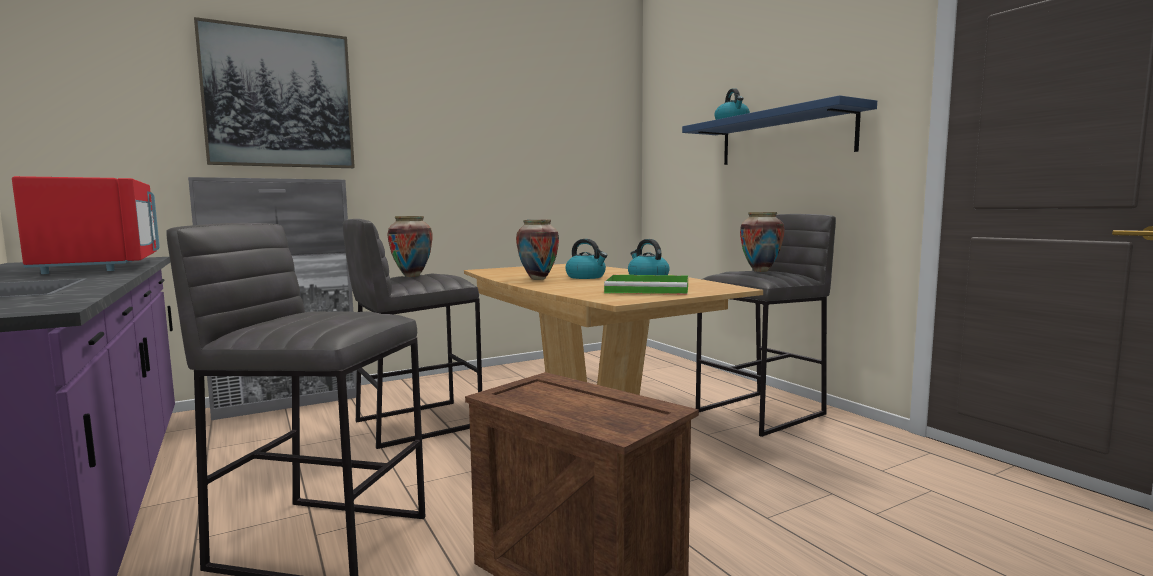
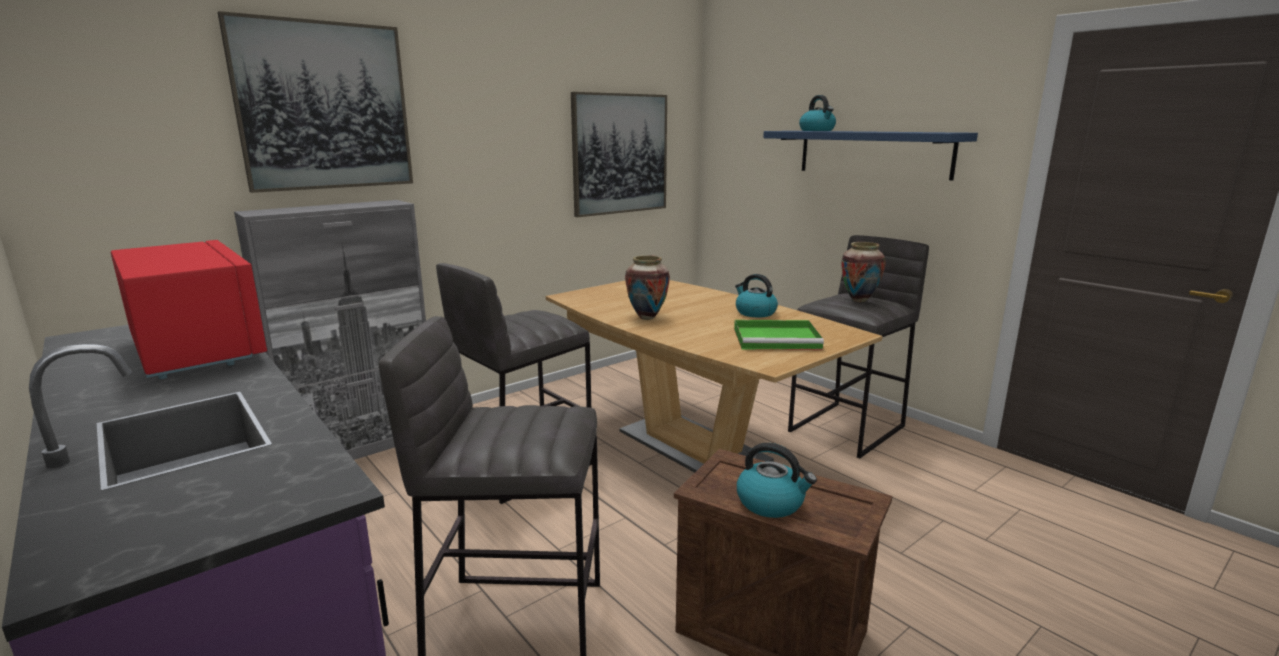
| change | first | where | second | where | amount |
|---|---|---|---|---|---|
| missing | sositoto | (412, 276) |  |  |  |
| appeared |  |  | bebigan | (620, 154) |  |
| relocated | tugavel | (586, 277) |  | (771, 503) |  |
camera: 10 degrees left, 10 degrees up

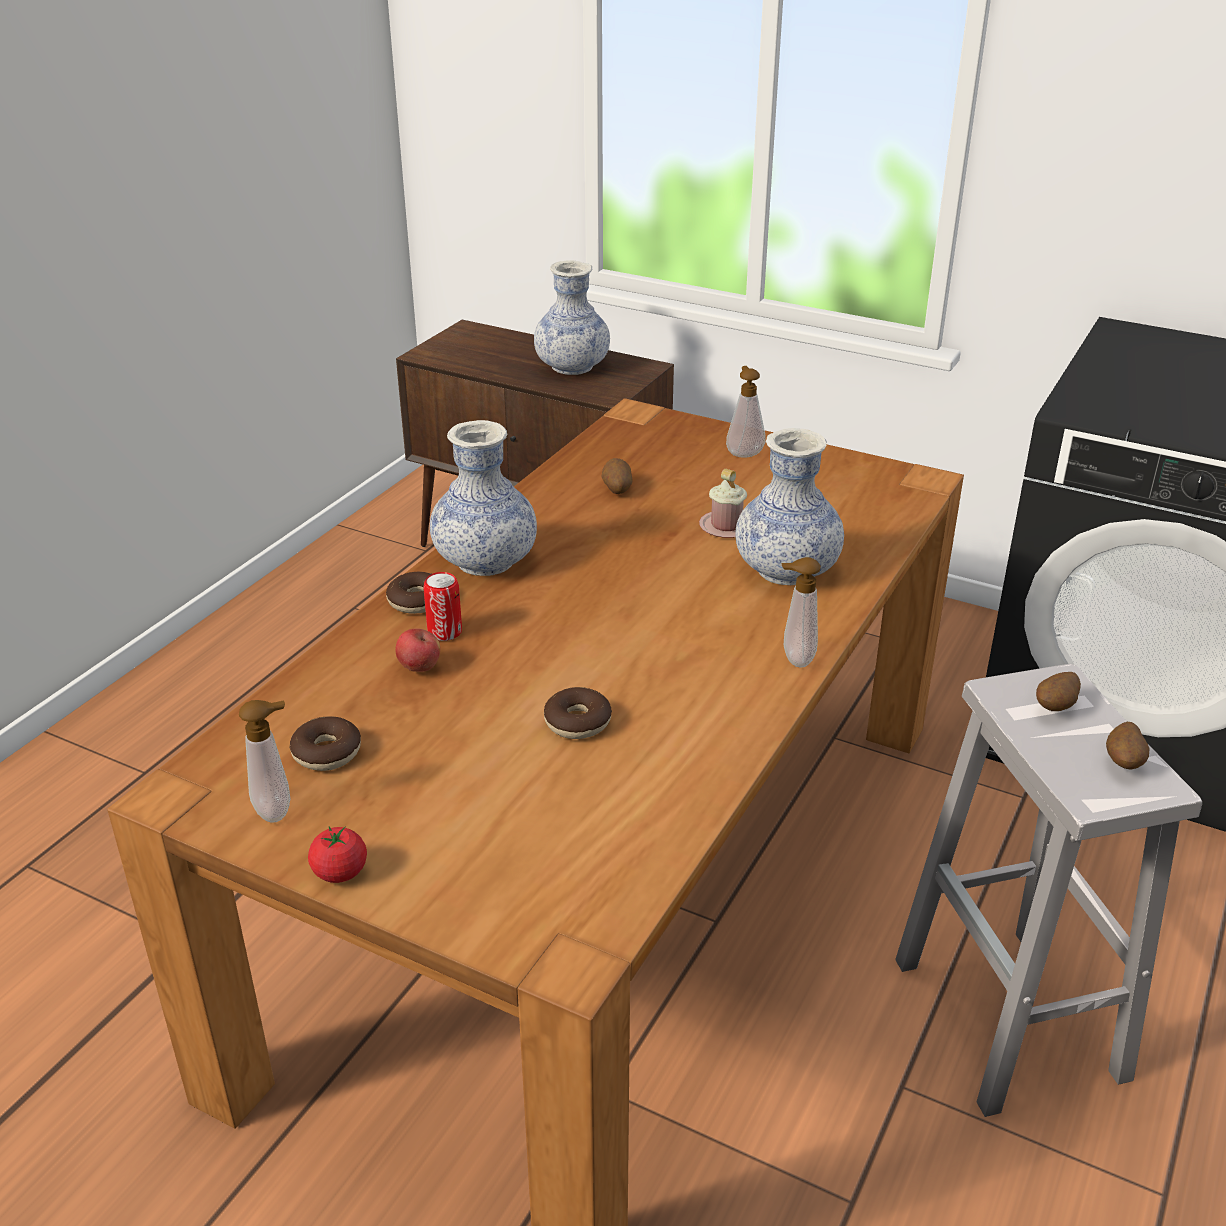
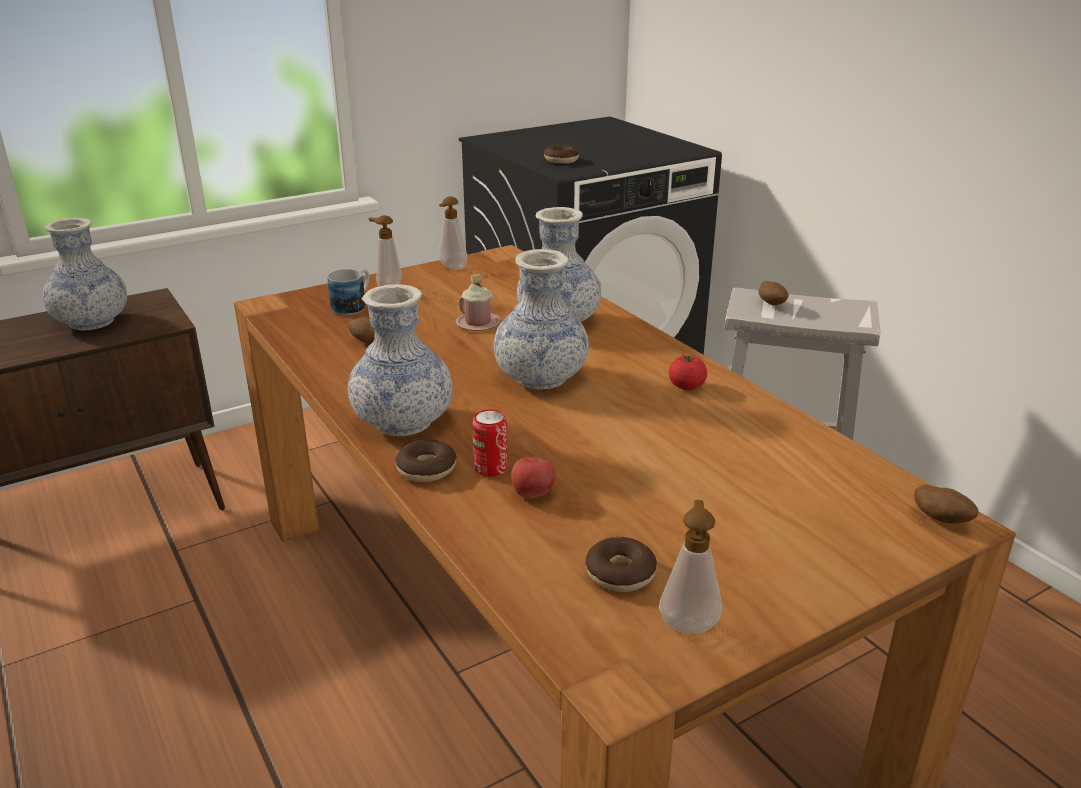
| change | first | where | second | where | amount |
|---|---|---|---|---|---|
| appeared |  |  | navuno | (353, 306) |  |
| appeared |  |  | sositoto | (541, 378) |  |
| relocated | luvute | (340, 872) |  | (686, 386) |  |
| relocated | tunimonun | (577, 722) |  | (561, 160) |  |
| relocated | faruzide | (794, 659) |  | (451, 268) |  |
| relocated | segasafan | (1123, 763) |  | (941, 520) |  |
camera: 60 degrees left, 5 degrees down

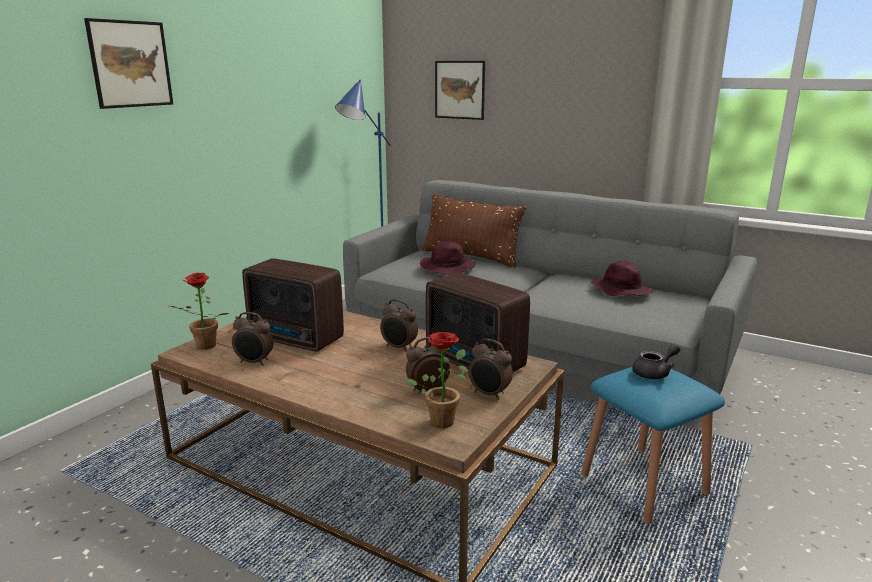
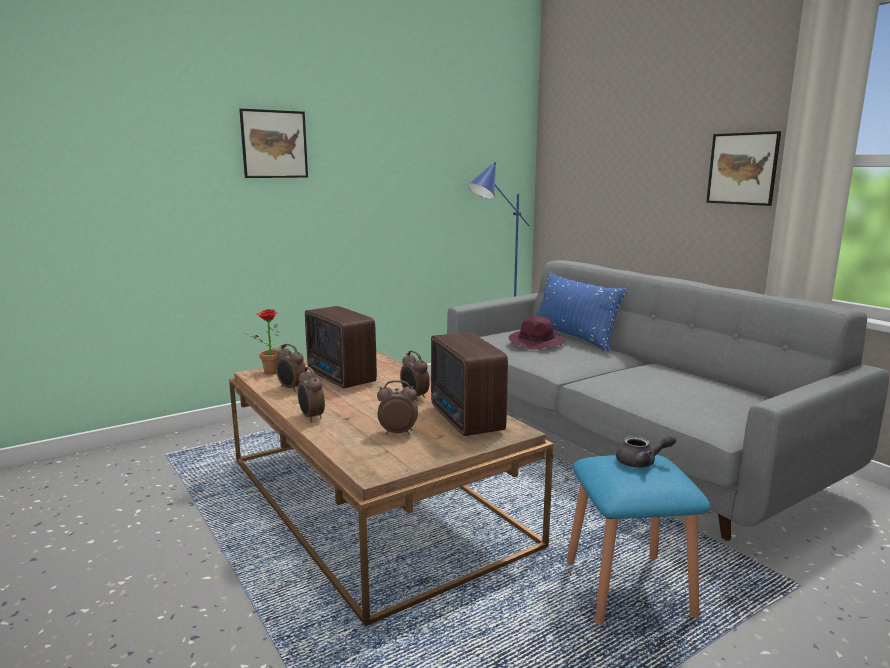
| change | first | where | second | where | amount |
|---|---|---|---|---|---|
| missing | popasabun | (443, 419) |  |  |  |
| missing | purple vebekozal | (620, 290) |  |  |  |
| relocated | bebigan | (460, 90) |  | (742, 168) |  |
| relocated | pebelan | (489, 394) |  | (311, 417) |  |
| colour | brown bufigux | (470, 257) | blue bufigux | (573, 337) |  |
camera: 25 degrees right, 5 degrees down

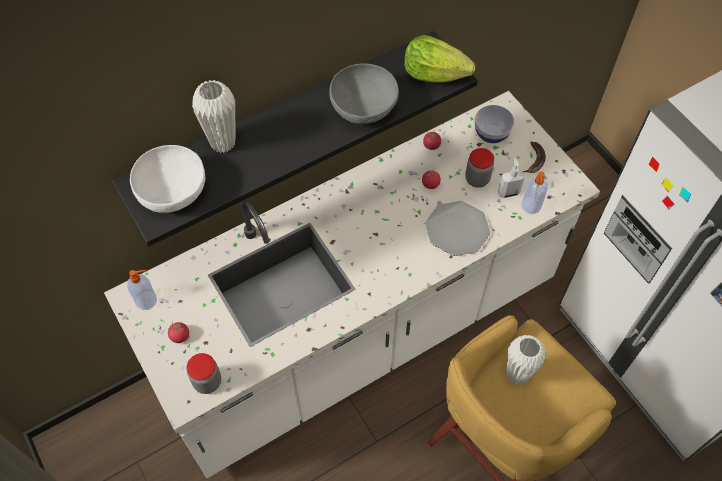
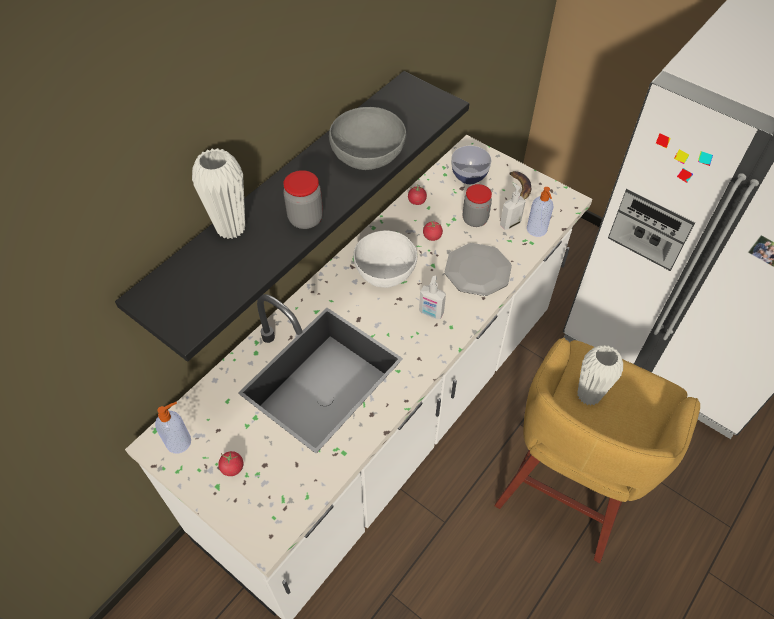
| change | first | where | second | where | amount |
|---|---|---|---|---|---|
| missing | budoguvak | (434, 74) |  |  |  |
| appeared |  |  | faruzide | (431, 313) |  |
| relocated | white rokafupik | (173, 191) |  | (385, 270) |  |
| relocated | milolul | (207, 382) |  | (305, 219) |  |
camera: 20 degrees left, 5 degrees down

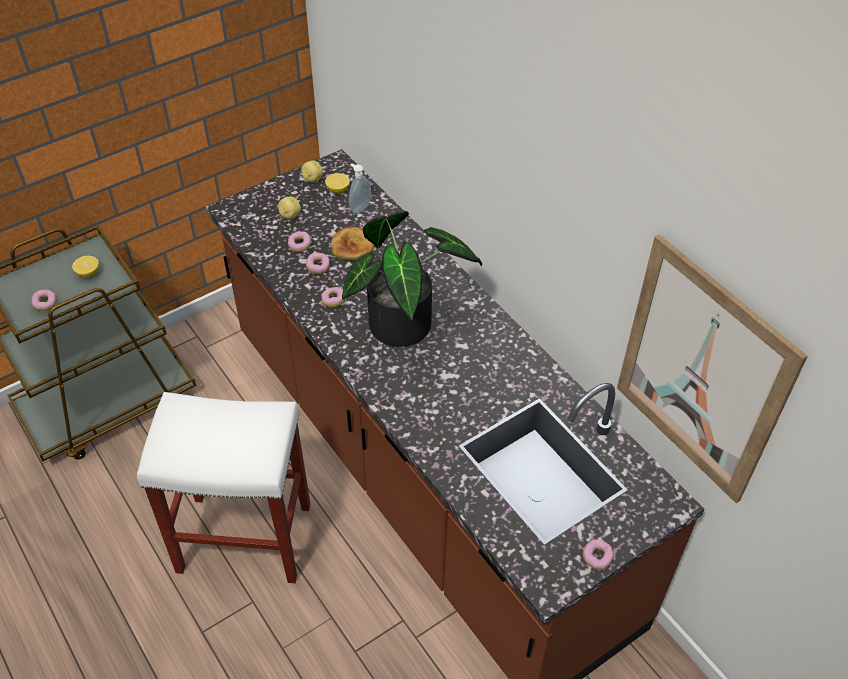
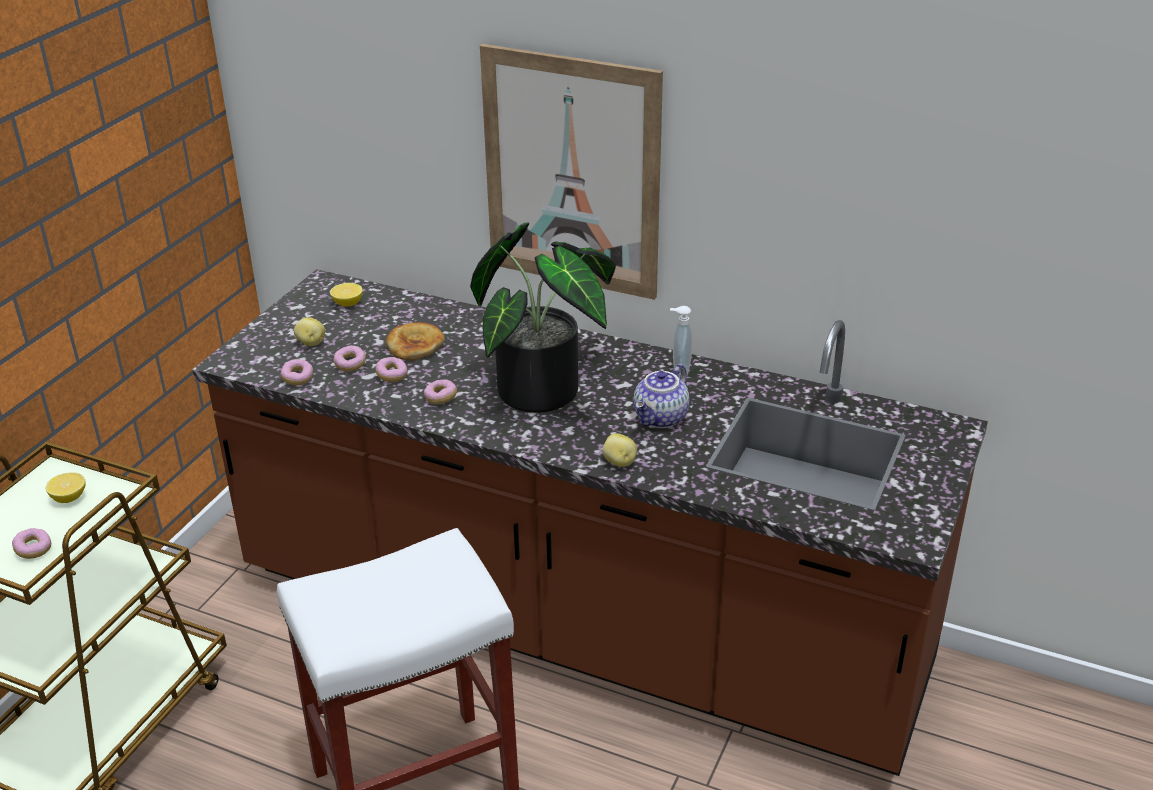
| change | first | where | second | where | amount |
|---|---|---|---|---|---|
| appeared |  |  | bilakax | (661, 418) |  |
| relocated | segasafan | (312, 179) |  | (619, 462) |  |
| relocated | faruzide | (359, 207) |  | (679, 372) |  |
| relocated | tunimonun | (597, 558) |  | (297, 378) |  |
| relocated | bebigan | (701, 372) |  | (572, 173) |  |
camera: 30 degrees left, 15 degrees down

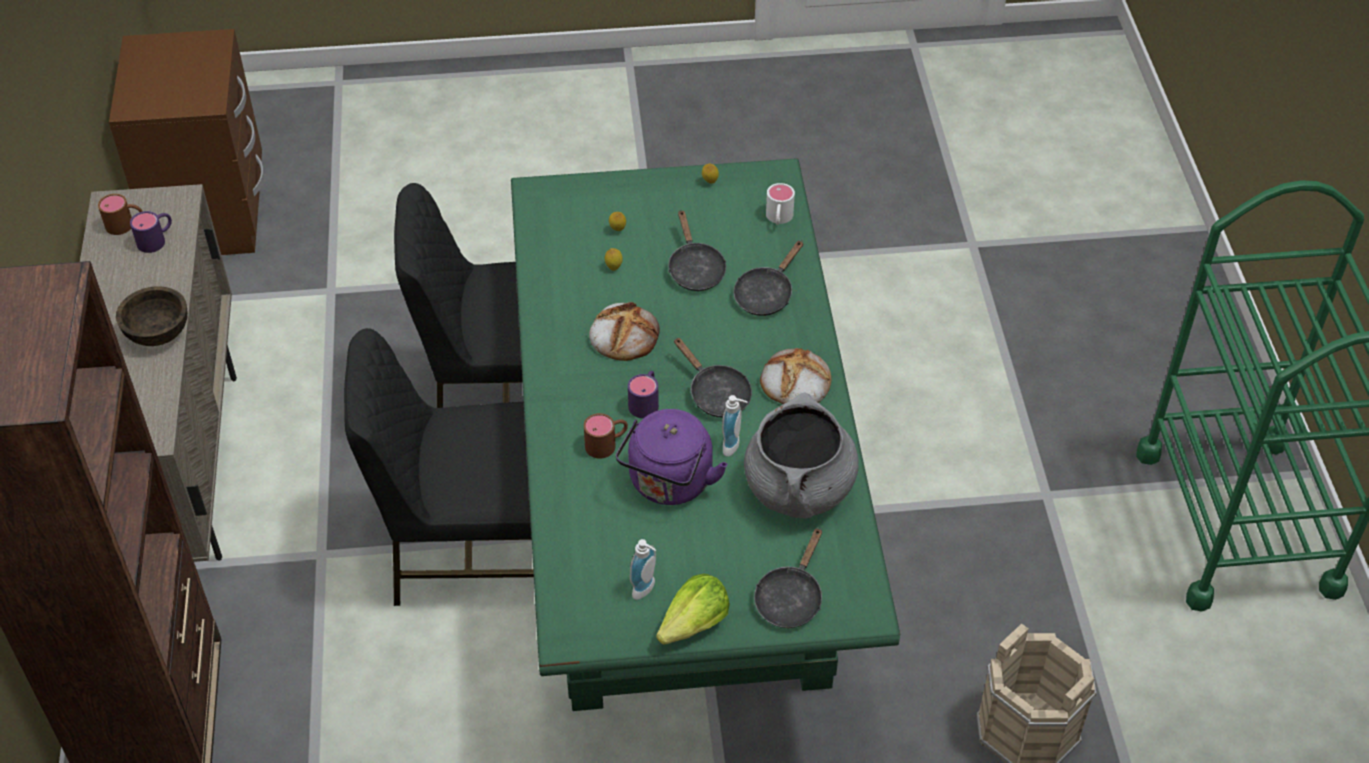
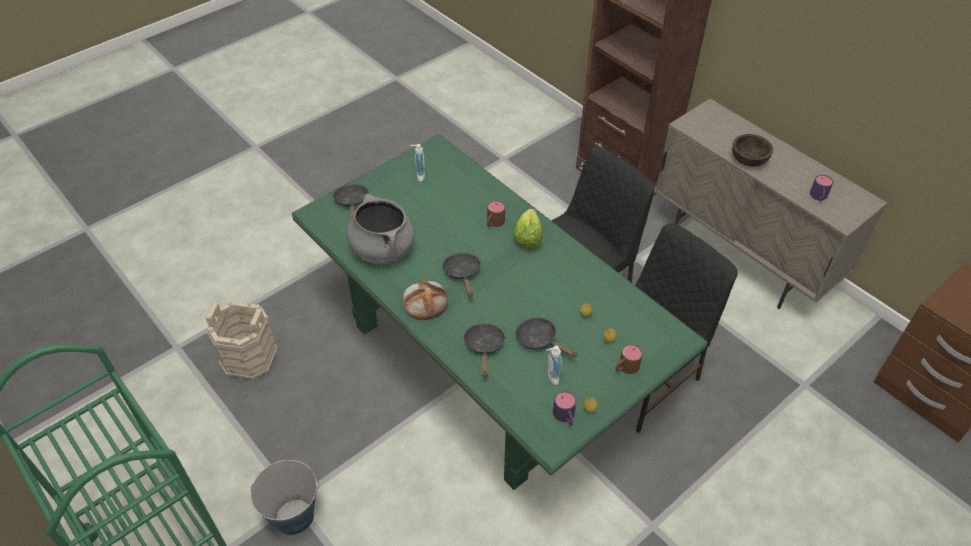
| change | first | where | second | where | amount |
|---|---|---|---|---|---|
| missing | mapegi | (624, 335) |  |  |  |
| missing | purple tugavel | (669, 484) |  |  |  |
| missing | white navuno | (778, 219) |  |  |  |
| appeared |  |  | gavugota | (294, 516) |  |
| relocated | brown navuno | (126, 225) |  | (625, 368) |  |
| relocated | purple navuno | (646, 401) |  | (565, 417) |  |
| relocated | budoguvak | (694, 624) |  | (527, 237) |  |
| relocated | faruzide | (734, 446) |  | (550, 377) |  |
| spun | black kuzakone | (715, 394) |  | (462, 274) | 60 degrees clockwise |
camera: 145 degrees right, 0 degrees up

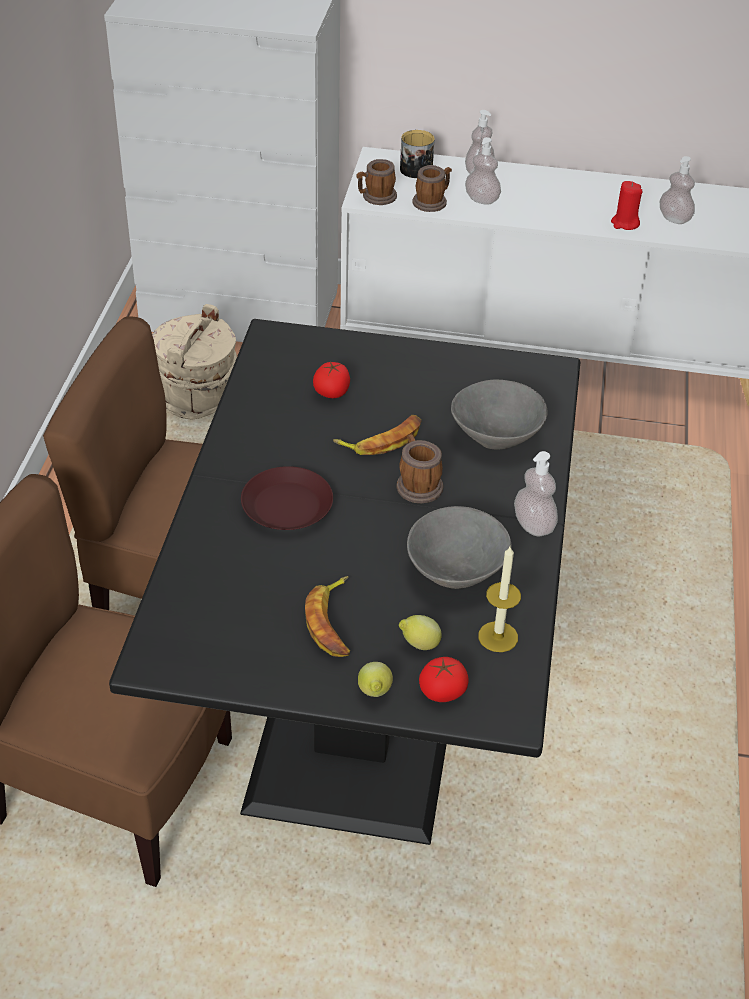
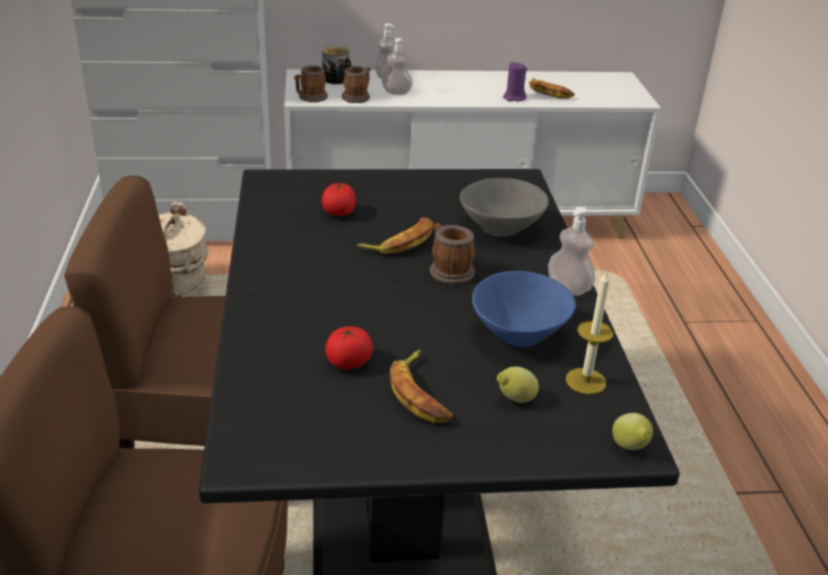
| change | first | where | second | where | amount |
|---|---|---|---|---|---|
| missing | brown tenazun | (286, 505) |  |  |  |
| relocated | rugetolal | (374, 693) |  | (630, 448) |  |
| relocated | luvute | (442, 692) |  | (349, 362) |  |
| exchanged | faruzide | (674, 218) | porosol | (549, 92) |  |
| colour | grey rokafupik | (454, 573) | blue rokafupik | (518, 335) |  |
| colour | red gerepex | (625, 223) | purple gerepex | (514, 98) |  |
camera: 15 degrees left, 10 degrees down

